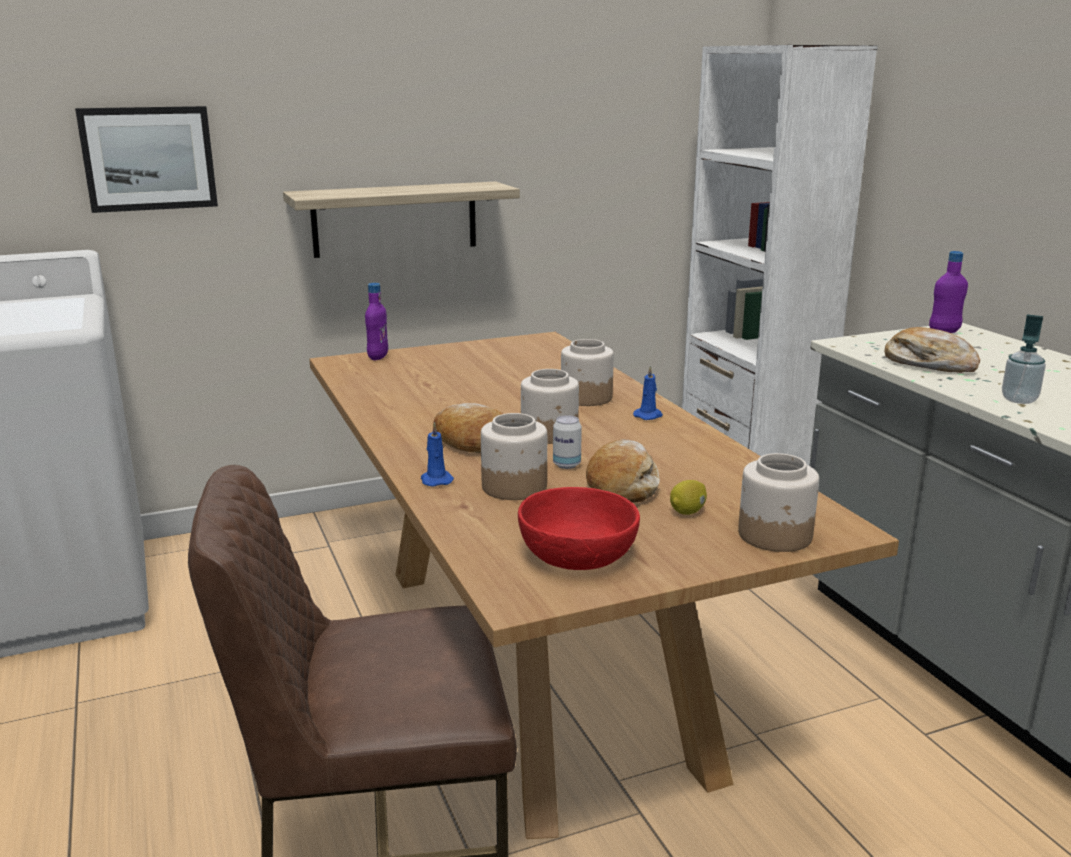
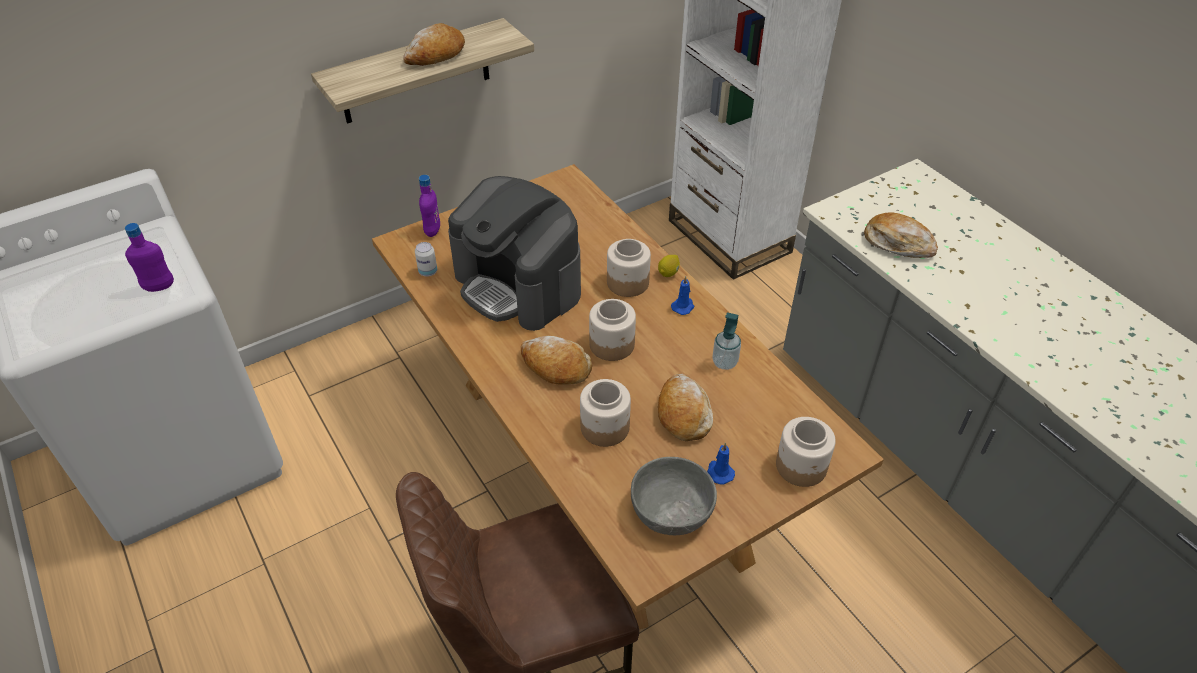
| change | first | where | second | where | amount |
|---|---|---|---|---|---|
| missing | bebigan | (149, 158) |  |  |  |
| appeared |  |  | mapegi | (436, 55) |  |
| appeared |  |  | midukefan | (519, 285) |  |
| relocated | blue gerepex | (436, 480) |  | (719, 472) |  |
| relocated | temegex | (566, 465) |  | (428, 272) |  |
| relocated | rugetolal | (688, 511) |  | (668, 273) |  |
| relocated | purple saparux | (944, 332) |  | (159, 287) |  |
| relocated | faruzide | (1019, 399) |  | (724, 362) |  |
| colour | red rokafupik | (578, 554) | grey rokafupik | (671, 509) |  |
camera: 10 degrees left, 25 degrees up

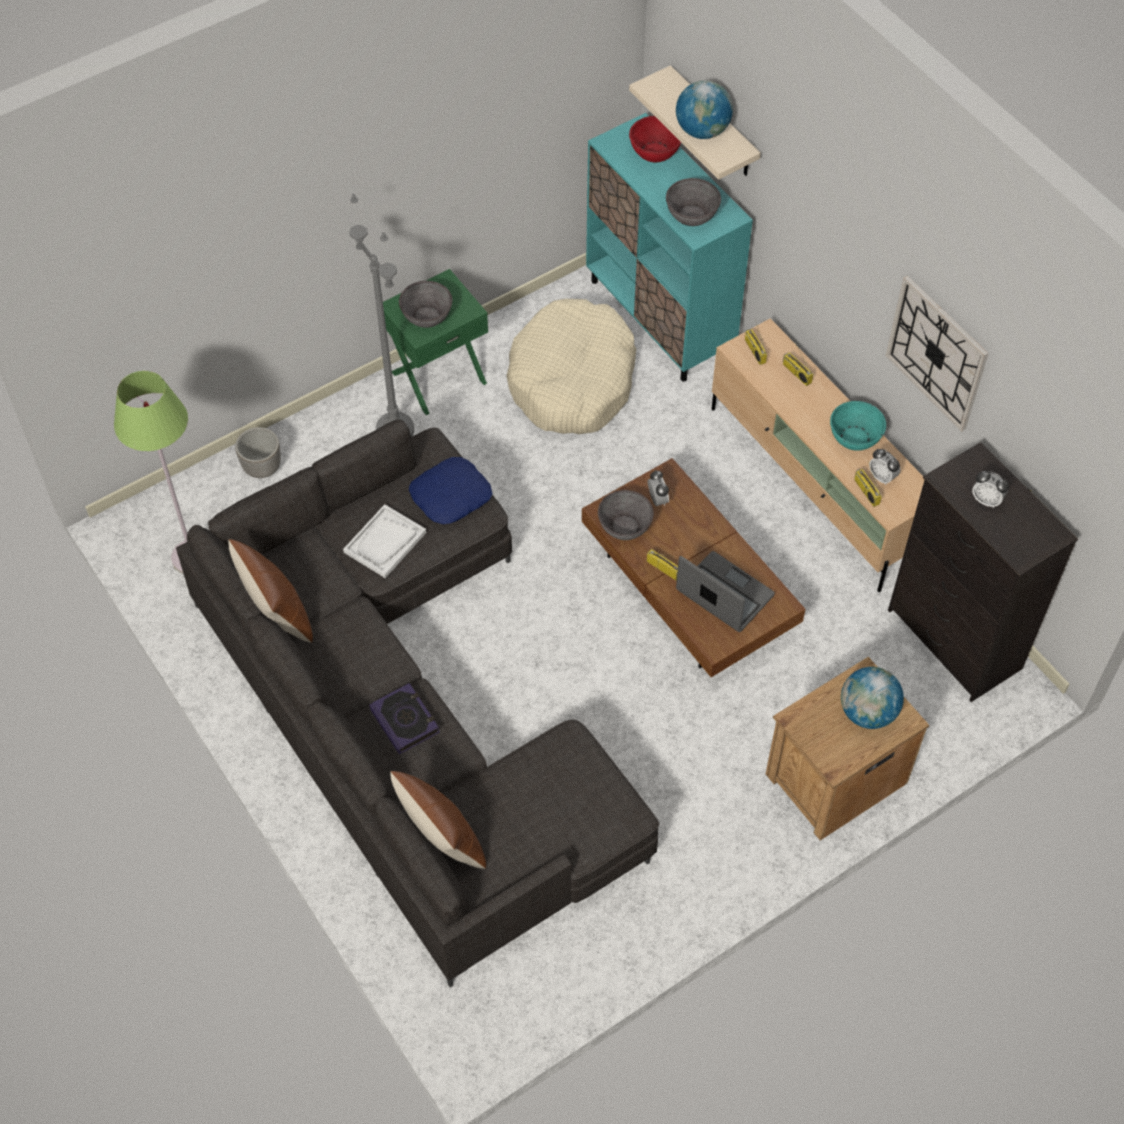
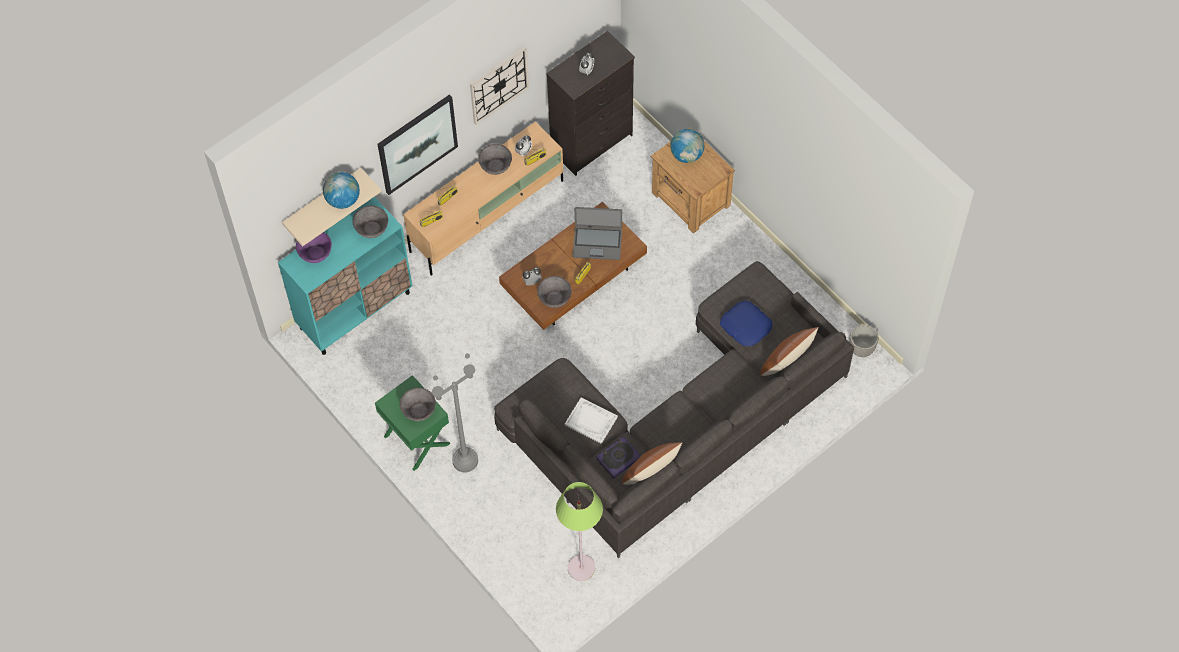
| change | first | where | second | where | amount |
|---|---|---|---|---|---|
| missing | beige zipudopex | (572, 381) |  |  |  |
| appeared |  |  | bebigan | (417, 144) |  |
| relocated | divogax | (262, 468) |  | (861, 349) |  |
| relocated | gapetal | (405, 721) |  | (618, 458) |  |
| relocated | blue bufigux | (450, 495) |  | (745, 326) |  |
| colour | red rokafupik | (655, 152) | purple rokafupik | (315, 253) |  |
| colour | turquoise rokafupik | (854, 438) | grey rokafupik | (495, 166) |  |
| spun | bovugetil | (724, 594) |  | (597, 242) | 120 degrees counterclockwise |
camera: 95 degrees left, 5 degrees up

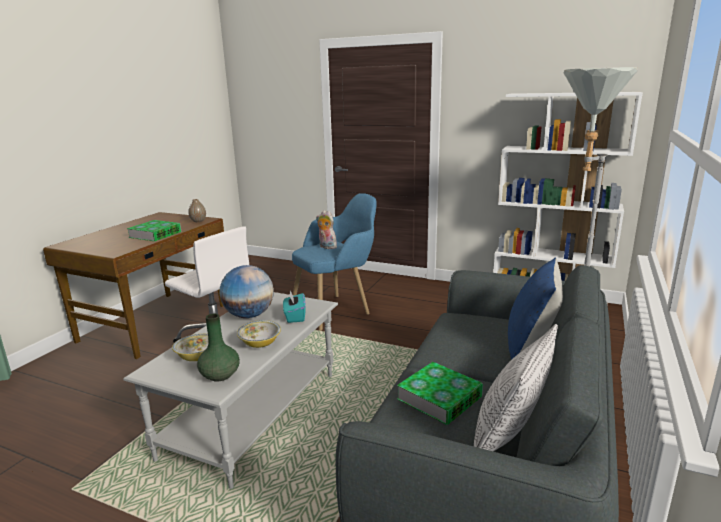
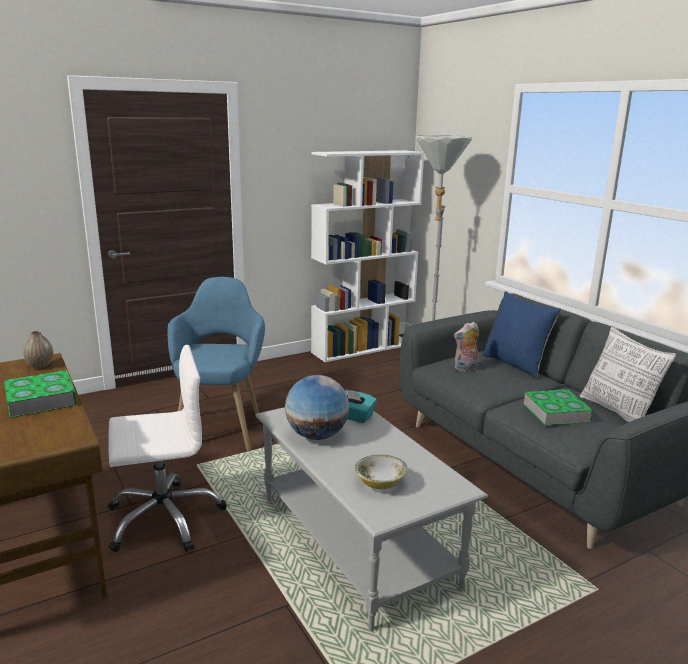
| change | first | where | second | where | amount |
|---|---|---|---|---|---|
| missing | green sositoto | (220, 375) |  |  |  |
| missing | rokafupik | (260, 343) |  |  |  |
| relocated | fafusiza | (326, 247) |  | (465, 369) |  |
camera: 55 degrees left, 0 degrees up

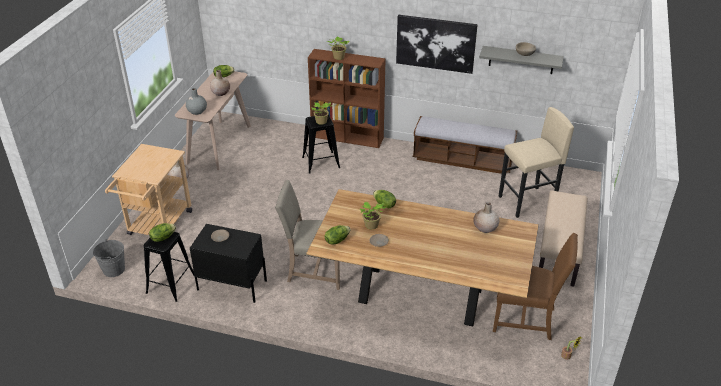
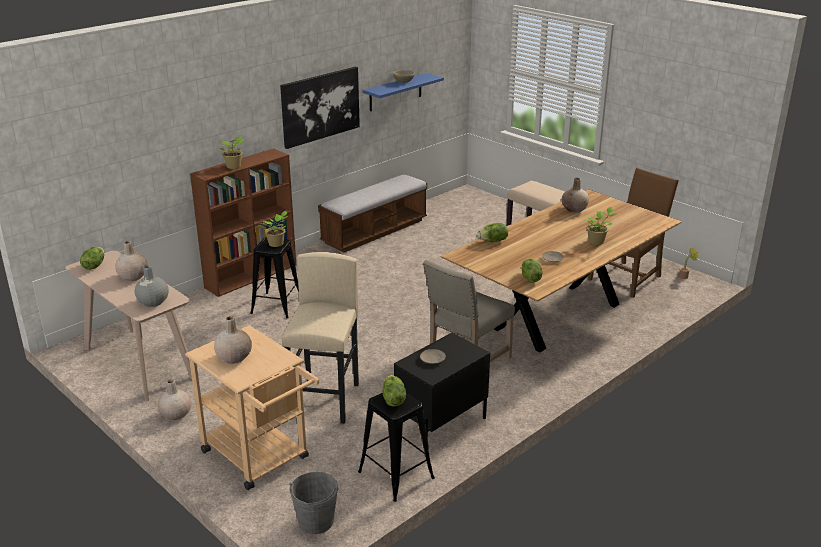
| change | first | where | second | where | amount |
|---|---|---|---|---|---|
| appeared |  |  | beige sositoto | (234, 357) |  |
| relocated | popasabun | (371, 226) |  | (597, 242) |  |
| relocated | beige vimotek | (527, 202) |  | (326, 401) |  |
| colour | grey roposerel | (521, 60) | blue roposerel | (395, 92) |  |
camera: 60 degrees left, 10 degrees down

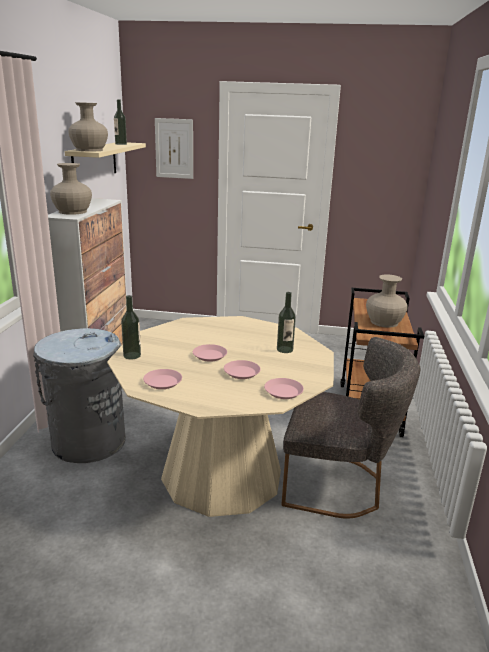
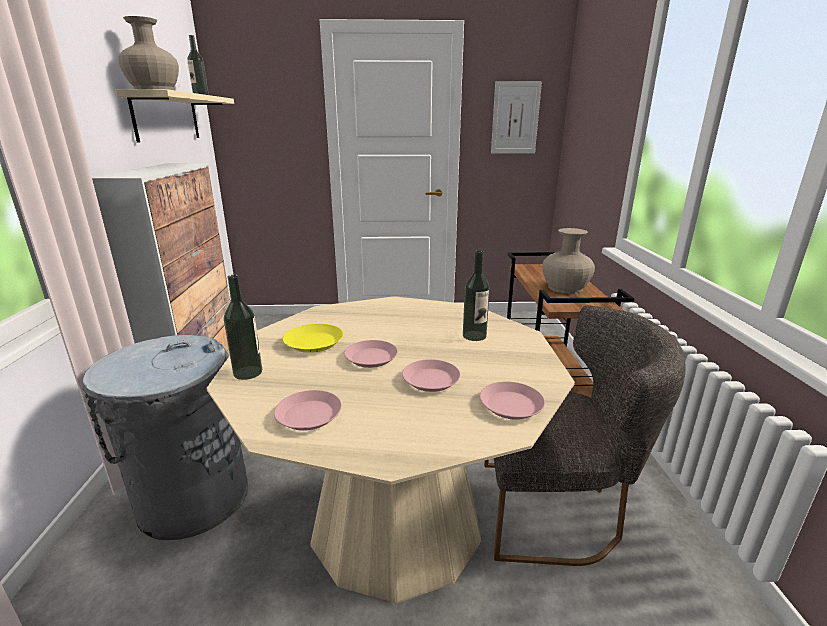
| change | first | where | second | where | amount |
|---|---|---|---|---|---|
| missing | beige sositoto | (72, 211) |  |  |  |
| appeared |  |  | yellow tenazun | (314, 342) |  |
| relocated | bebigan | (174, 148) |  | (515, 118) |  |
camera: 10 degrees left, 0 degrees up

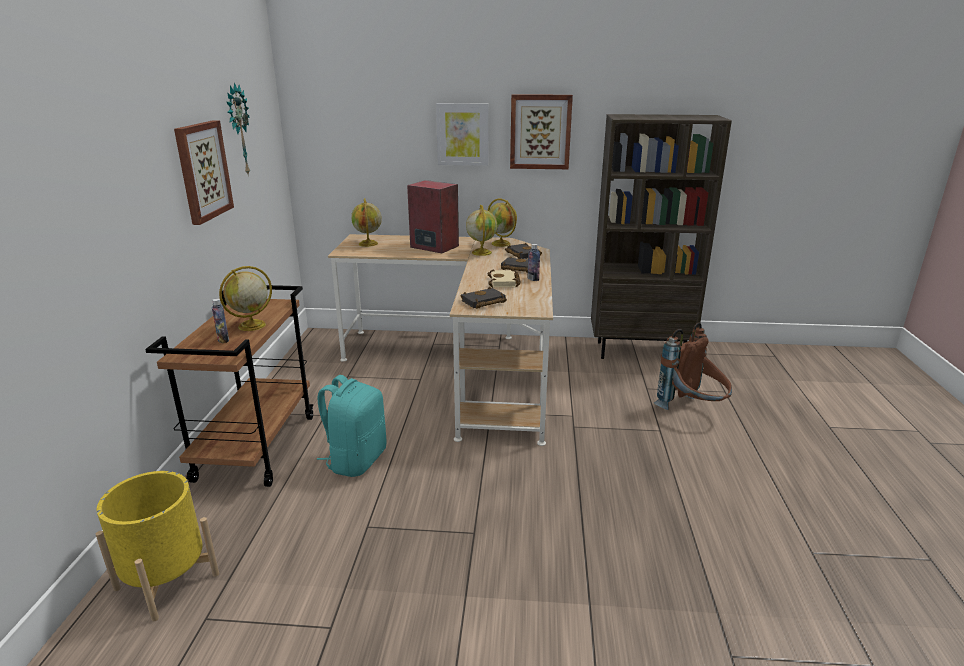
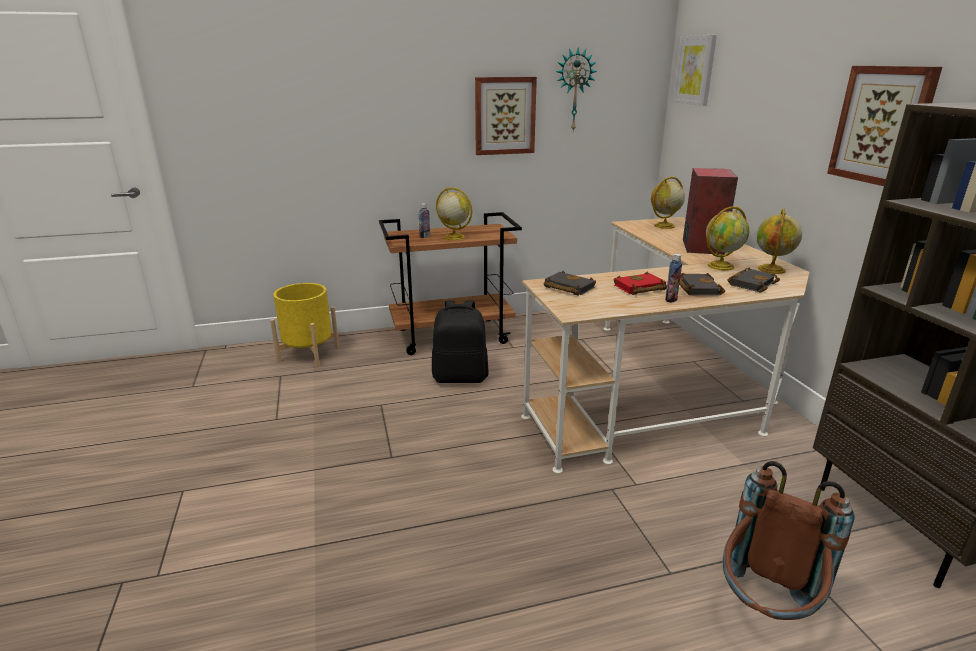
| change | first | where | second | where | amount |
|---|---|---|---|---|---|
| relocated | bebigan | (462, 134) |  | (695, 70) |  |
| colour | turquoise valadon | (356, 460) | black valadon | (460, 377) |  |
| colour | beige gapetal | (505, 282) | red gapetal | (639, 288) |  |
camera: 70 degrees right, 0 degrees up

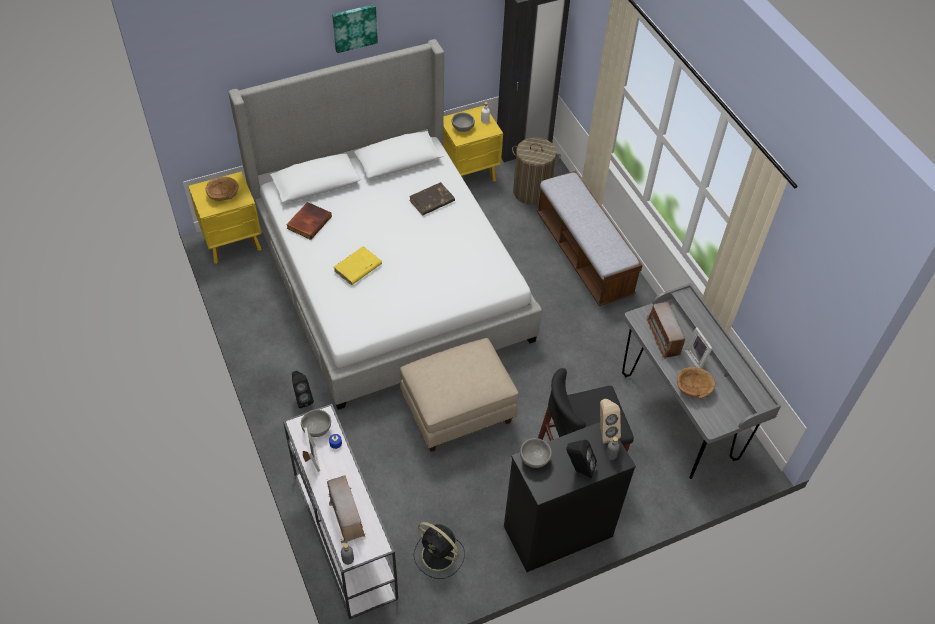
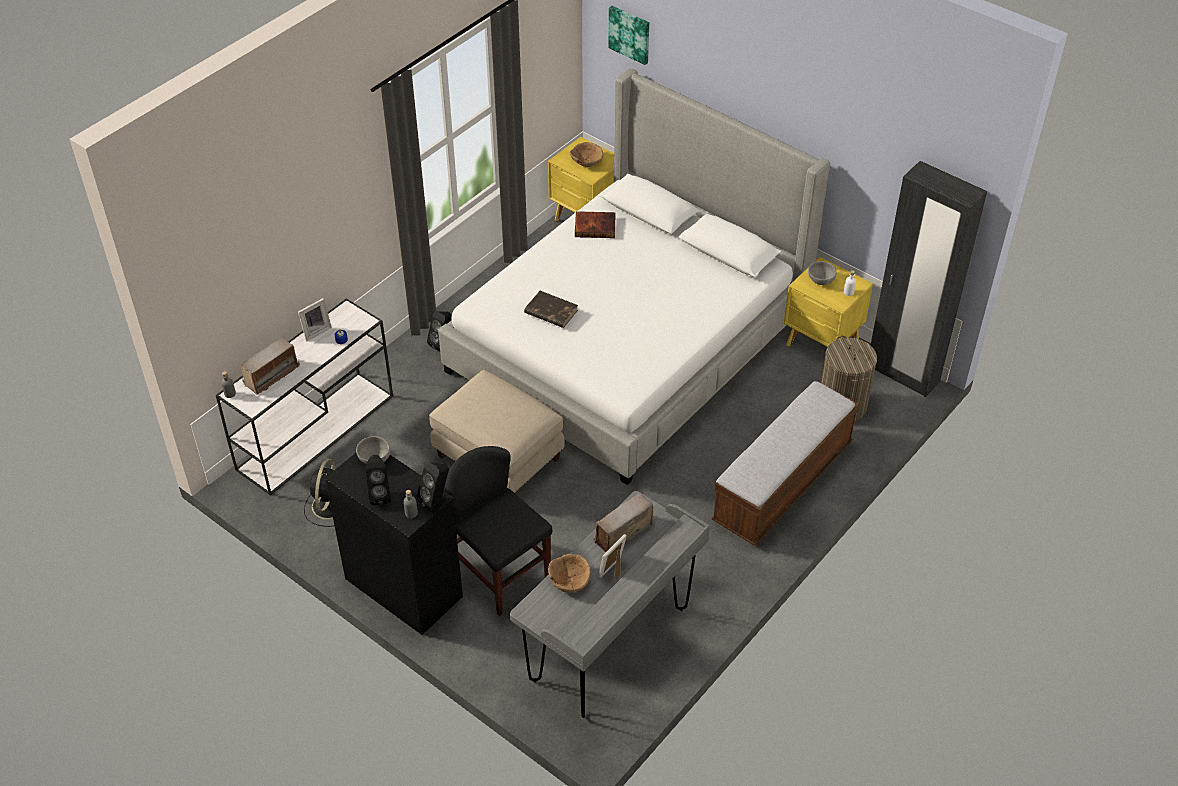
| change | first | where | second | where | amount |
|---|---|---|---|---|---|
| missing | grey rokafupik | (317, 429) |  |  |  |
| missing | yellow gapetal | (357, 268) |  |  |  |
| relocated | bebigan | (354, 27) |  | (630, 34) |  |
| relocated | brown gapetal | (431, 201) |  | (550, 311) |  |
| colour | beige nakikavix | (604, 432) | black nakikavix | (436, 500) |  |
camera: 65 degrees right, 5 degrees down

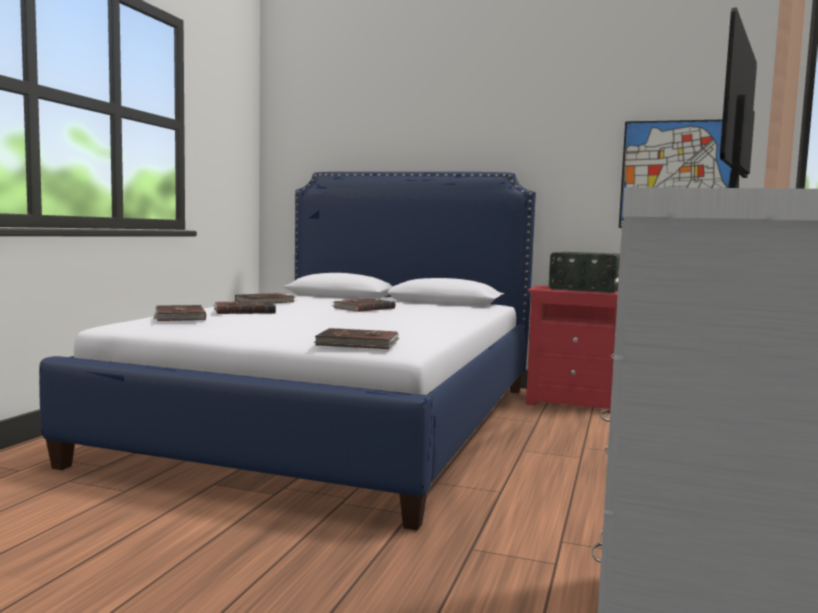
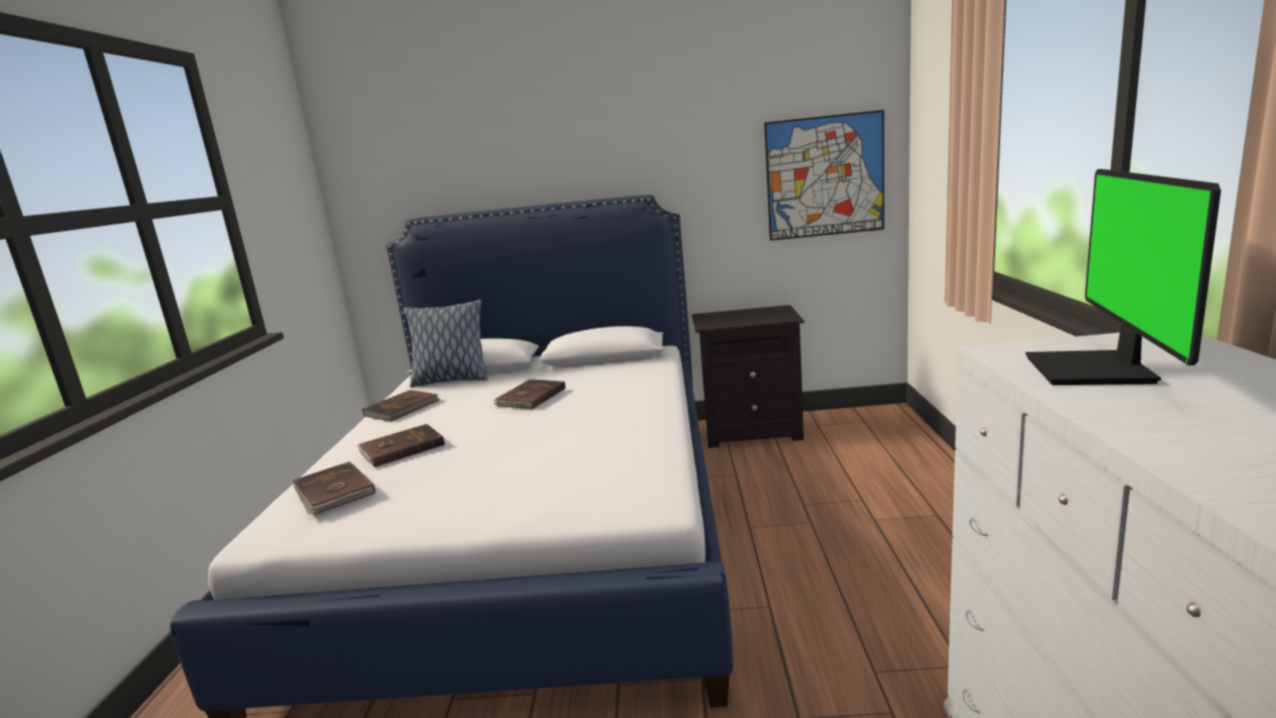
| change | first | where | second | where | amount |
|---|---|---|---|---|---|
| missing | brown gapetal | (358, 343) |  |  |  |
| missing | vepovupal | (585, 289) |  |  |  |
| appeared |  |  | bufigux | (451, 380) |  |
| colour | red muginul | (574, 402) | black muginul | (752, 431) |  |
camera: 15 degrees left, 10 degrees up

